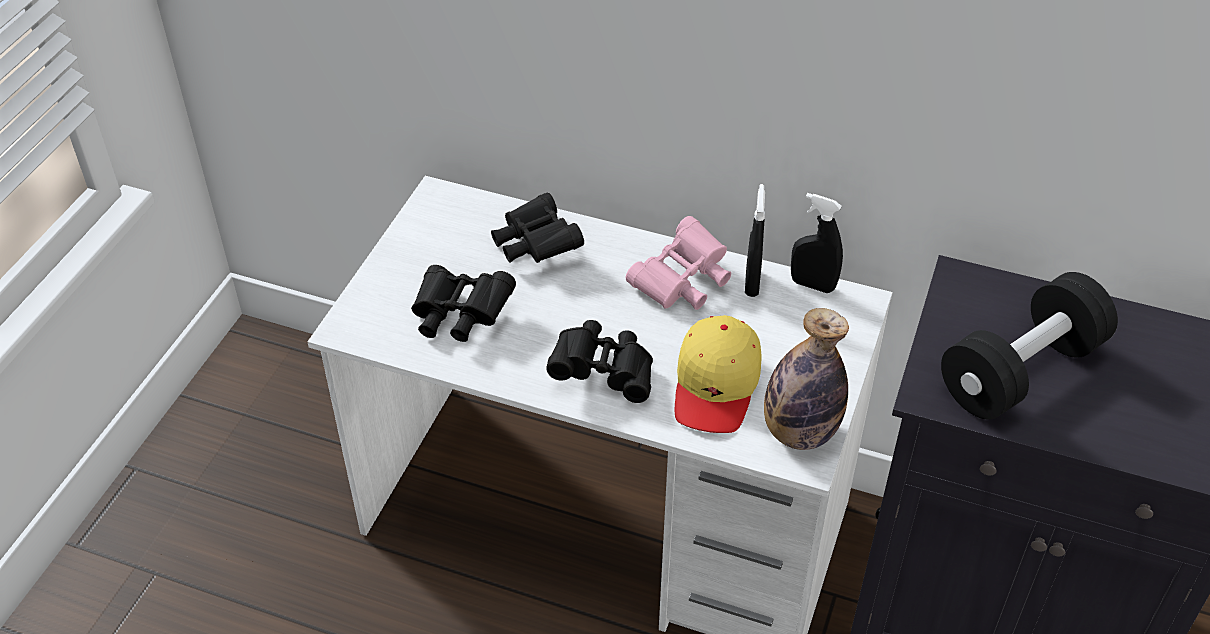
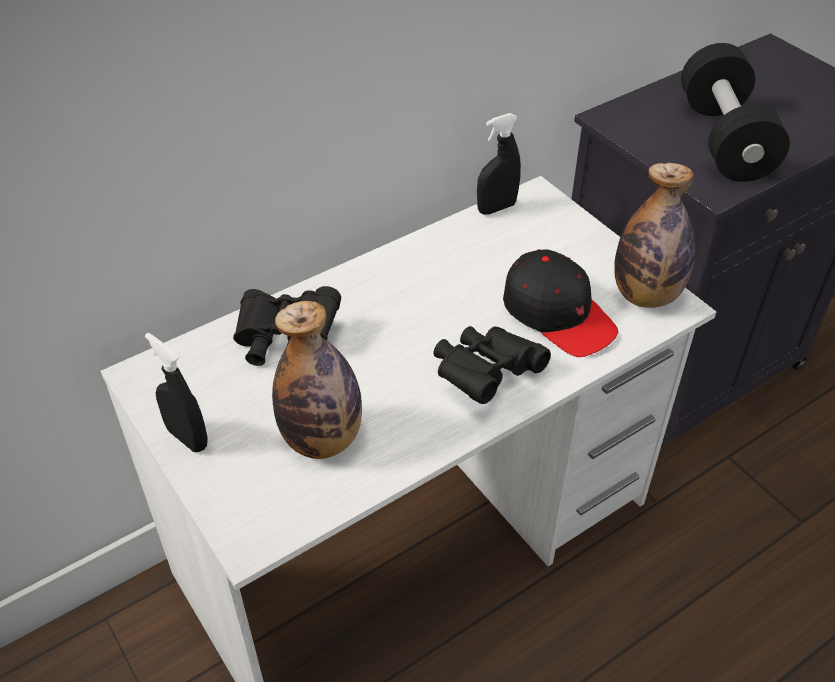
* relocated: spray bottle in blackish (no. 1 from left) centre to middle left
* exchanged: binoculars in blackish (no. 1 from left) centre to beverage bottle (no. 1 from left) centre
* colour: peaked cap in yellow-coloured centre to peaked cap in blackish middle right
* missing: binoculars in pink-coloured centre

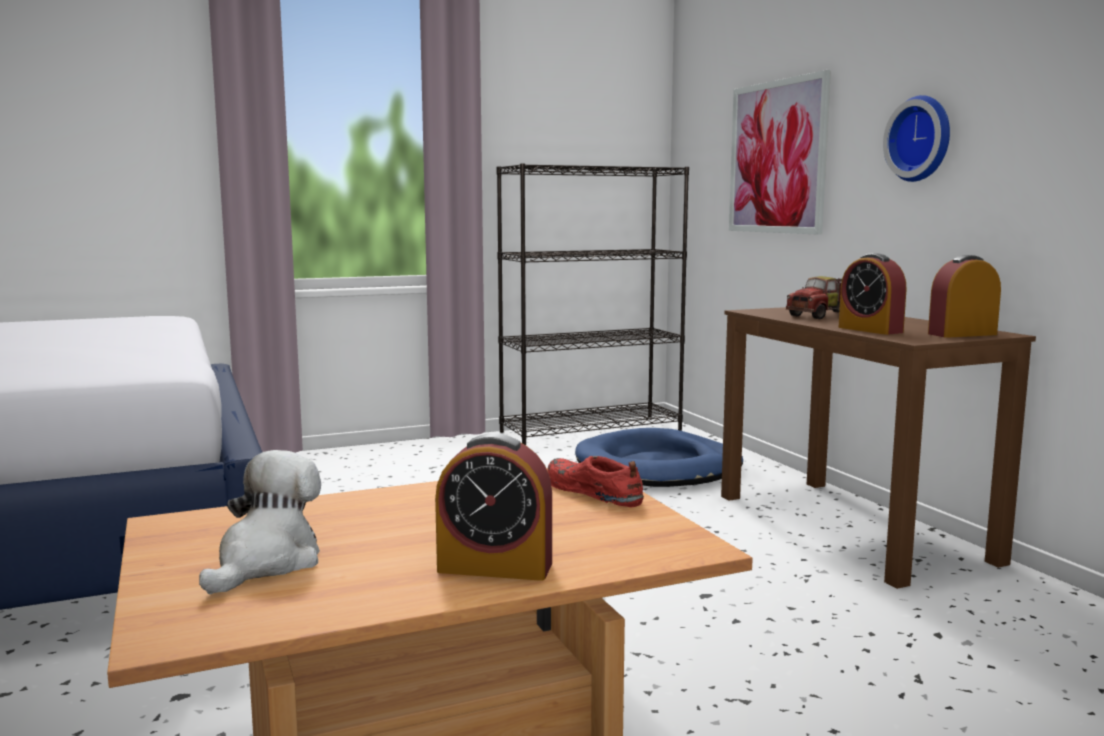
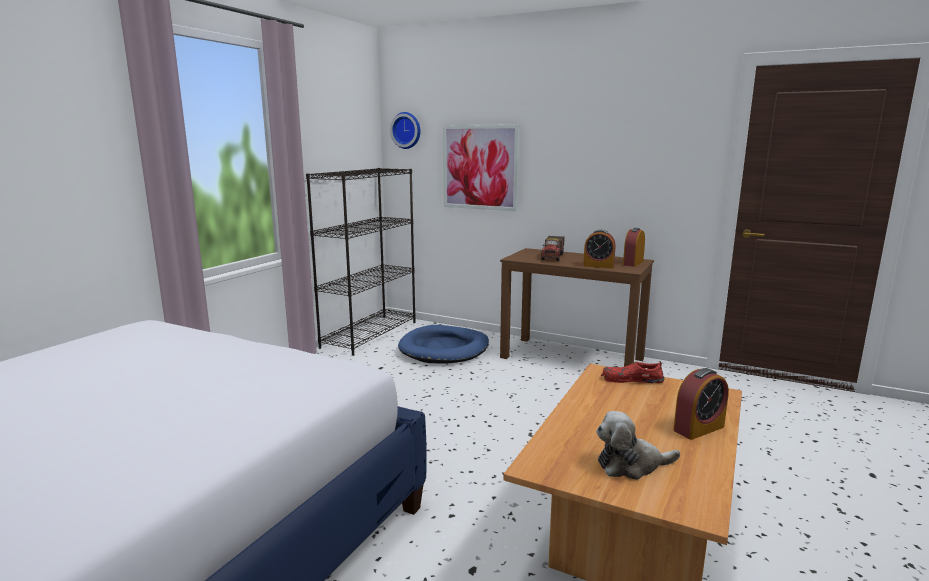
* relocated: wall clock top right to top centre
* spun: soft toy bottom left = bottom right 75 degrees counterclockwise

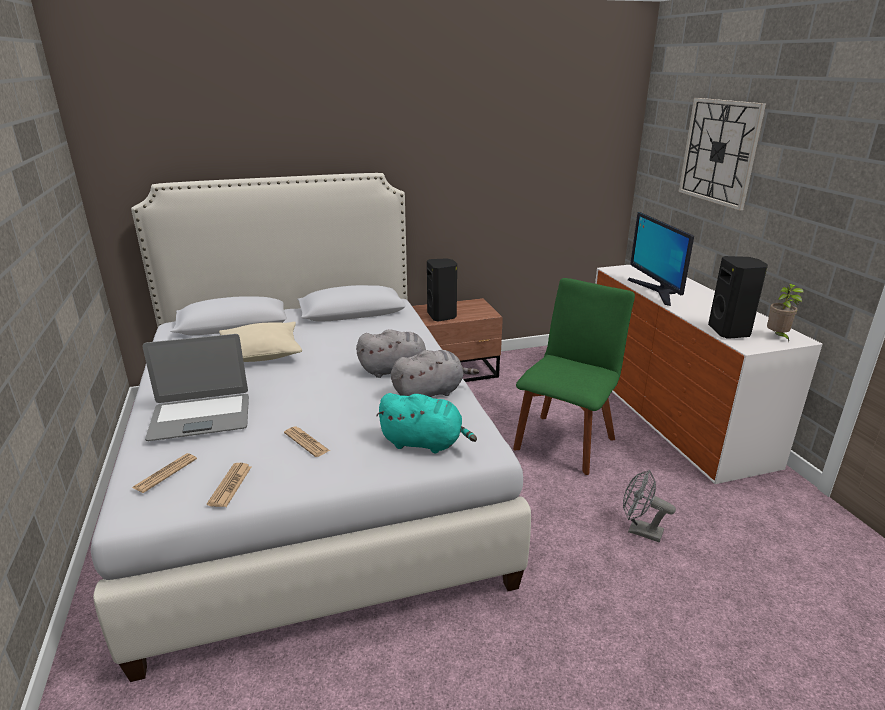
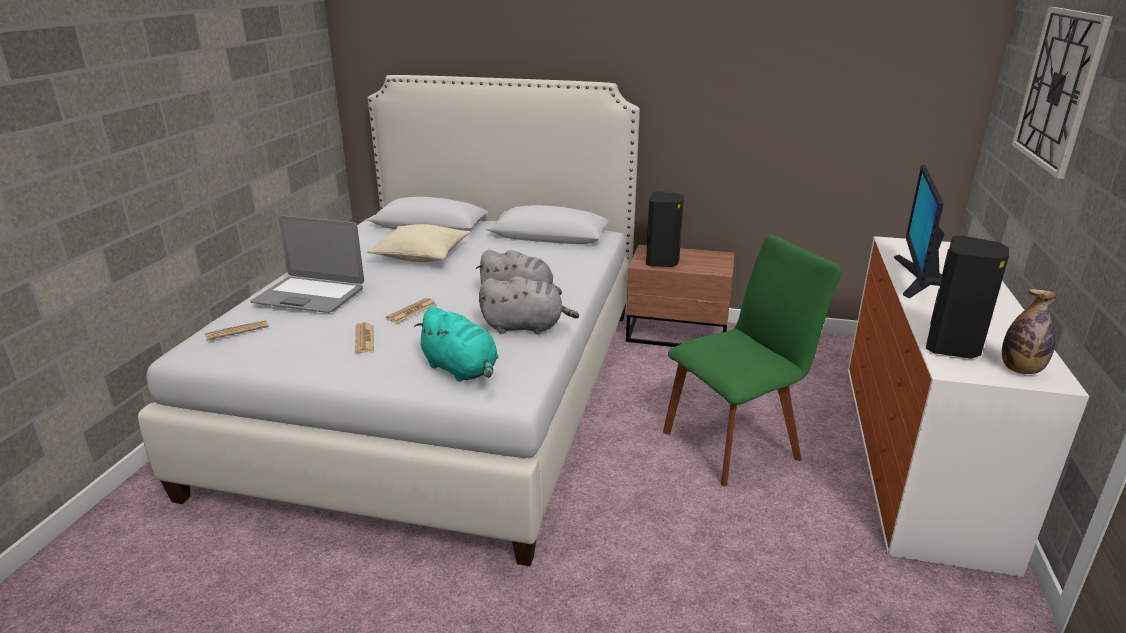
* relocated: daily paper (no. 2 from left in the first image) bottom left to daily paper (no. 3 from left) centre
* exchanged: plant in a pot middle right to beverage bottle middle right
* missing: cooling fan in greyish bottom right

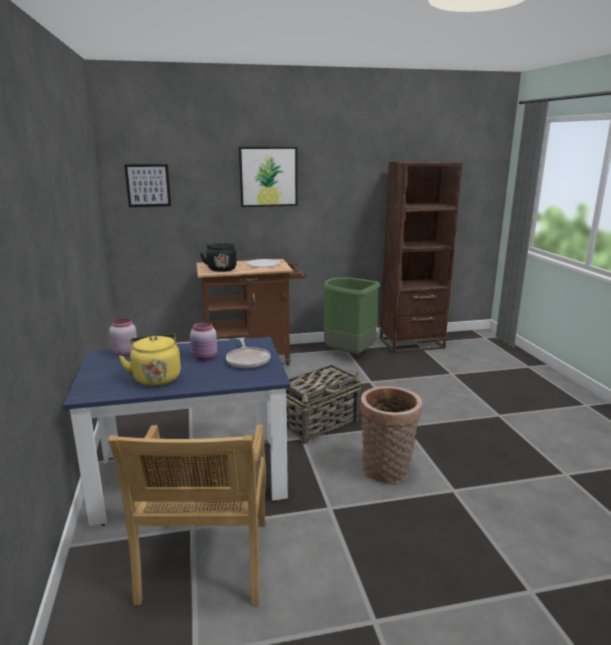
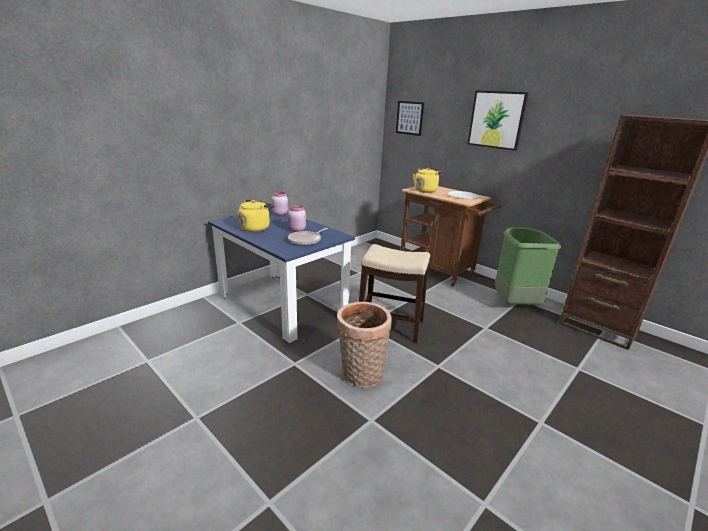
* exchanged: household basket (no. 1 from left) centre to stool seat centre
* colour: water kettle in blackish centre to water kettle in yellow-coloured (no. 2 from left) centre
* missing: plain chair in beige bottom left

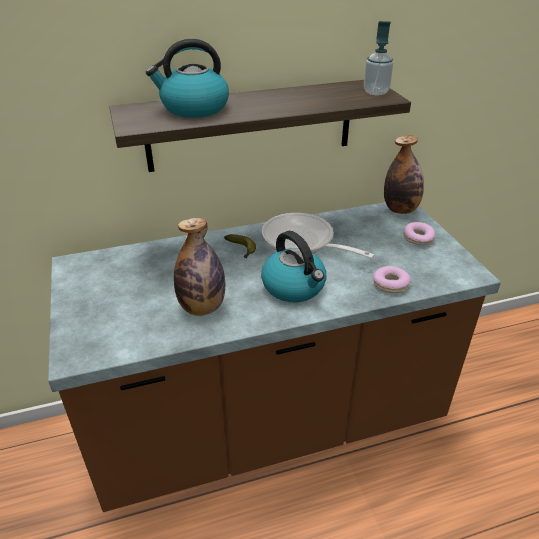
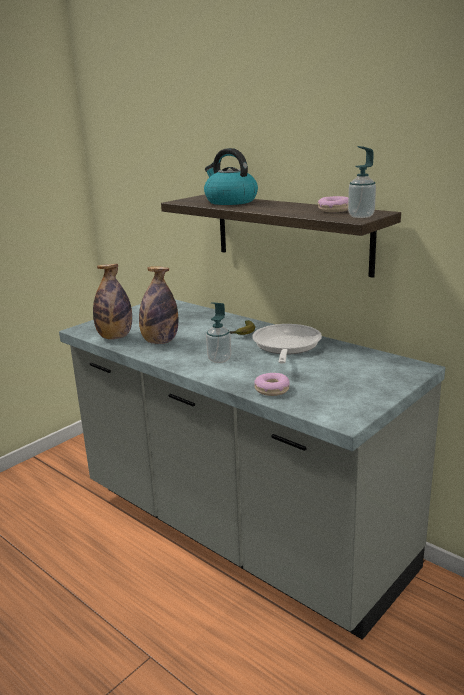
* colour: counter in brown-coloured centre to counter in greyish bottom centre
* relocated: beverage bottle (no. 2 from left in the first image) top right to beverage bottle (no. 1 from left) middle left
* exchanged: water kettle (no. 2 from left) centre to soap dispenser (no. 1 from left) centre
* relocated: donut (no. 2 from left) middle right to top right

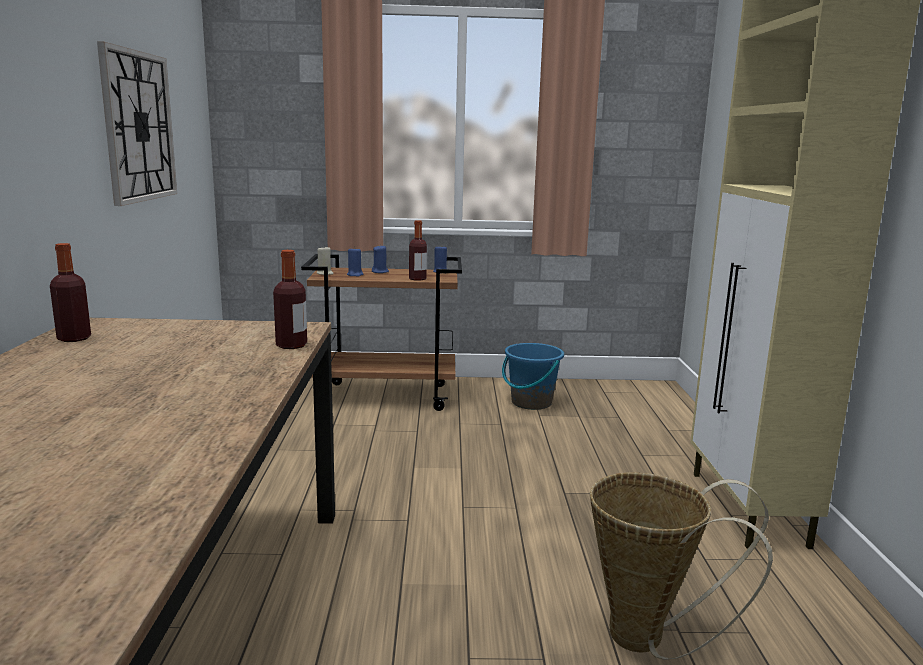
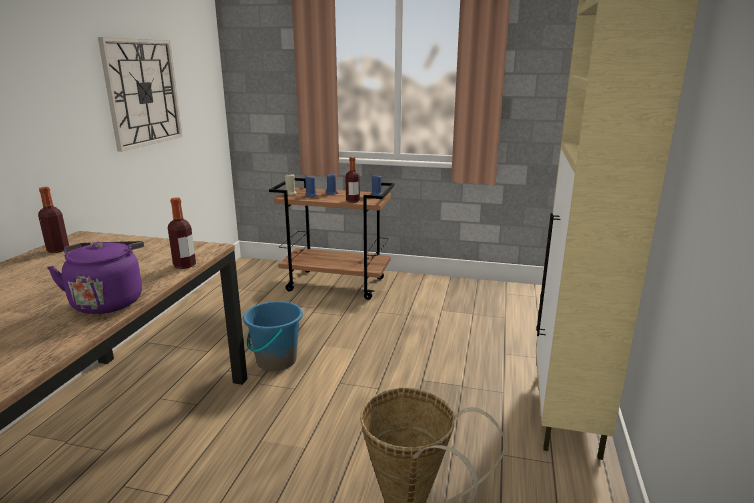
* appeared: water kettle in purplish middle left
* relocated: pail in blue centre to bottom centre

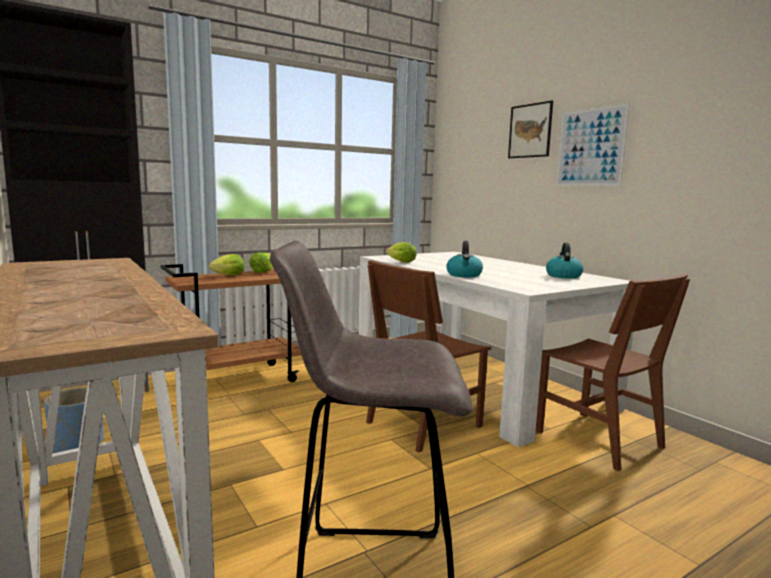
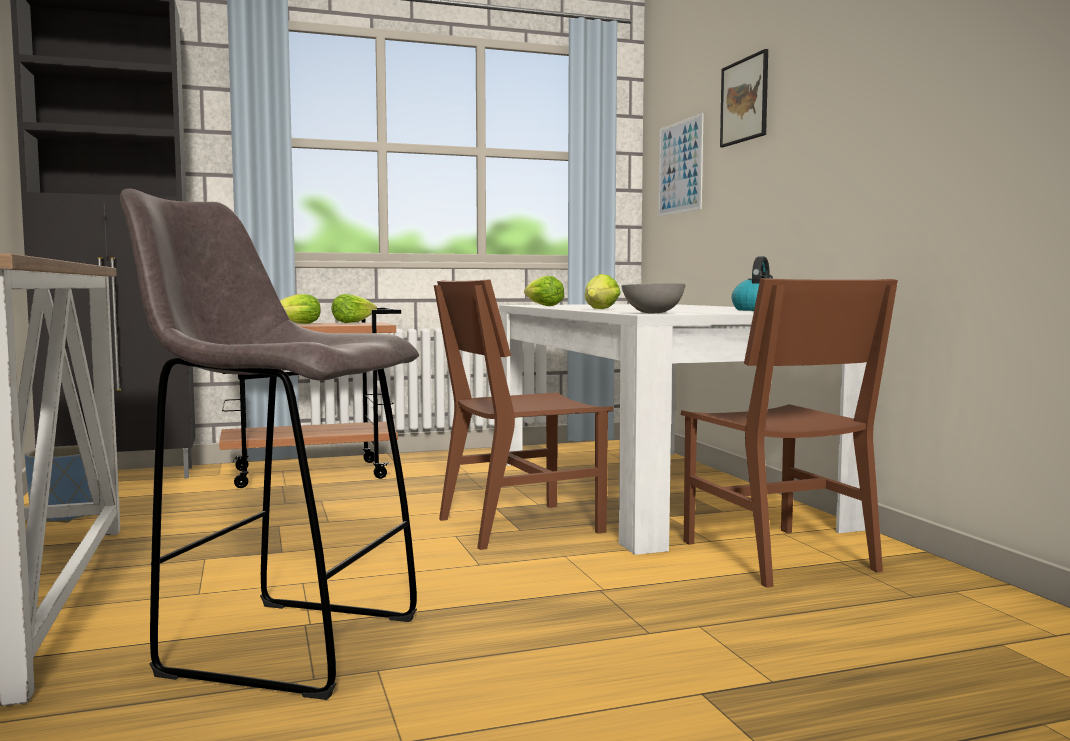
* exchanged: water kettle (no. 1 from left) centre to lettuce (no. 4 from left) centre
* appeared: serving bowl in greyish centre
* relocated: picture (no. 2 from left in the first image) top right to picture (no. 1 from left) top centre

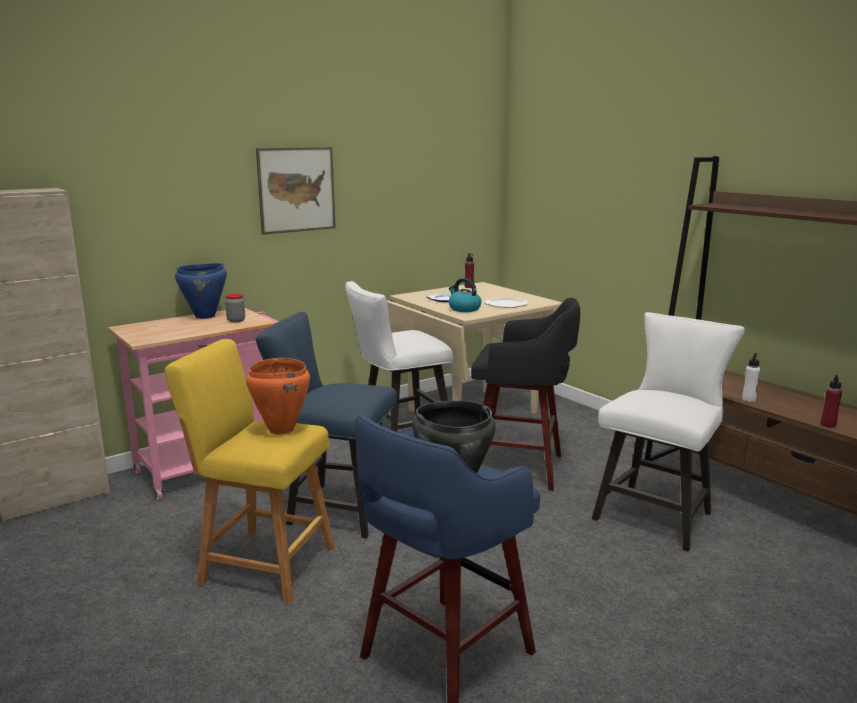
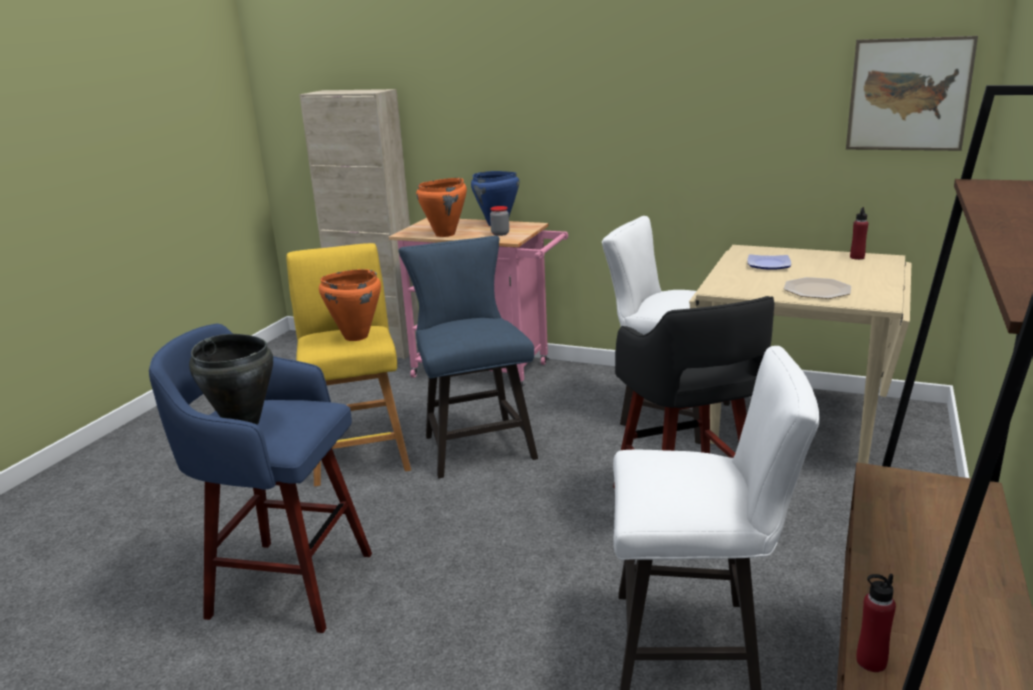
* appeared: saucepot in orange (no. 2 from left) top centre
* relocated: picture top centre to top right
* missing: water kettle centre
* missing: beverage bottle in whitish middle right

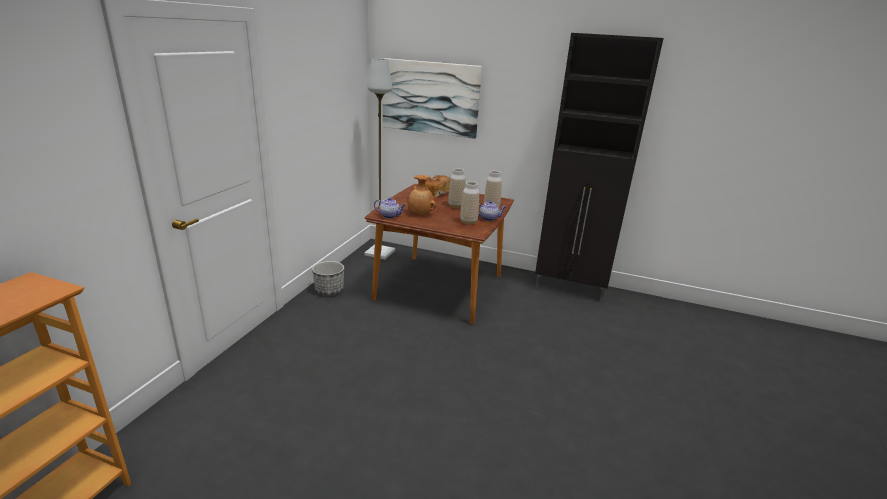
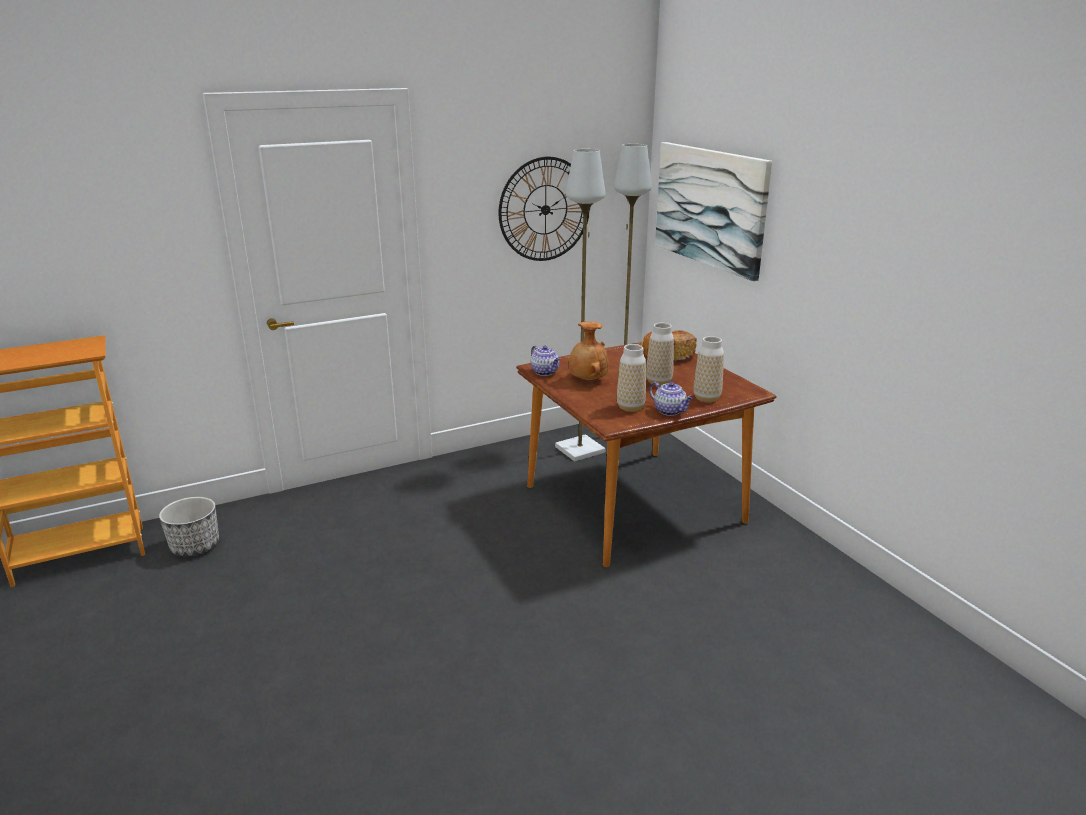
* relocated: flower pot centre to middle left
* appeared: wall clock top centre
* appeared: floor lamp in greyish (no. 1 from left) centre
* missing: cupboard in blackish middle right

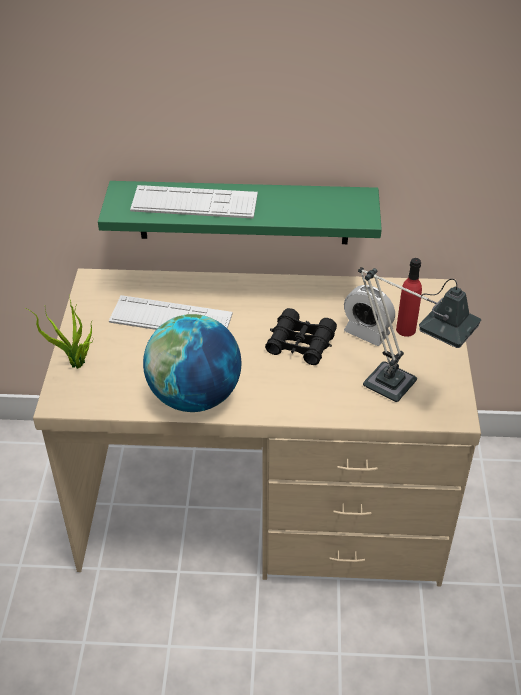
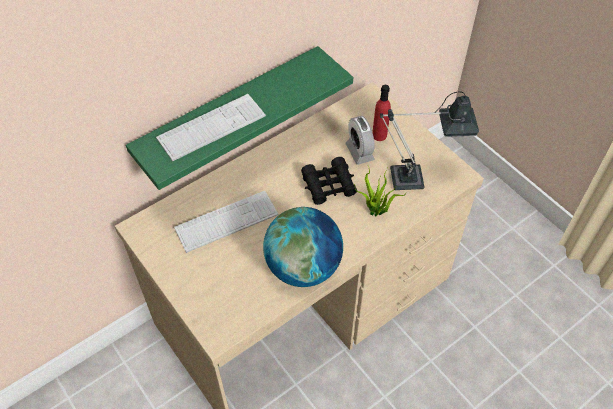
* spun: alarm clock middle right = centre 75 degrees clockwise
* relocated: plant in a pot middle left to centre

